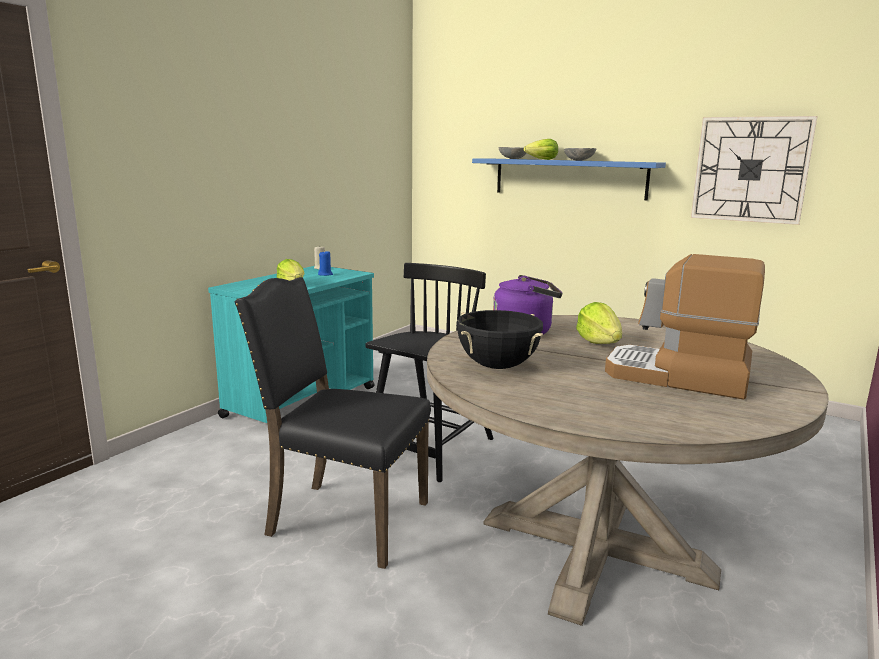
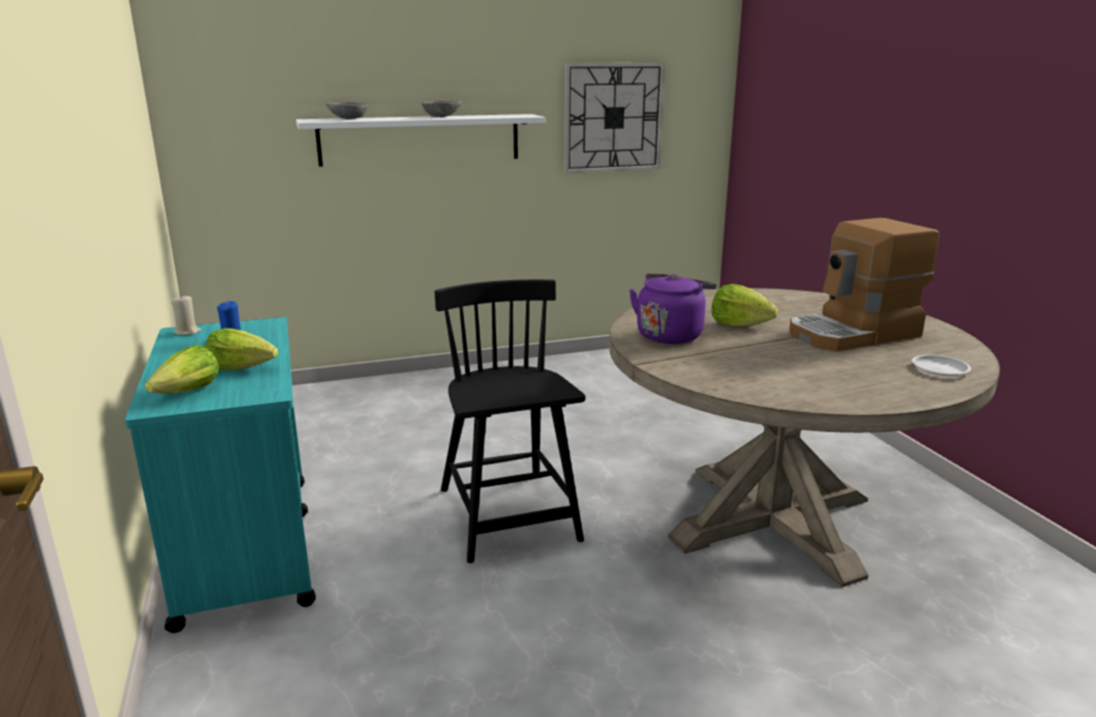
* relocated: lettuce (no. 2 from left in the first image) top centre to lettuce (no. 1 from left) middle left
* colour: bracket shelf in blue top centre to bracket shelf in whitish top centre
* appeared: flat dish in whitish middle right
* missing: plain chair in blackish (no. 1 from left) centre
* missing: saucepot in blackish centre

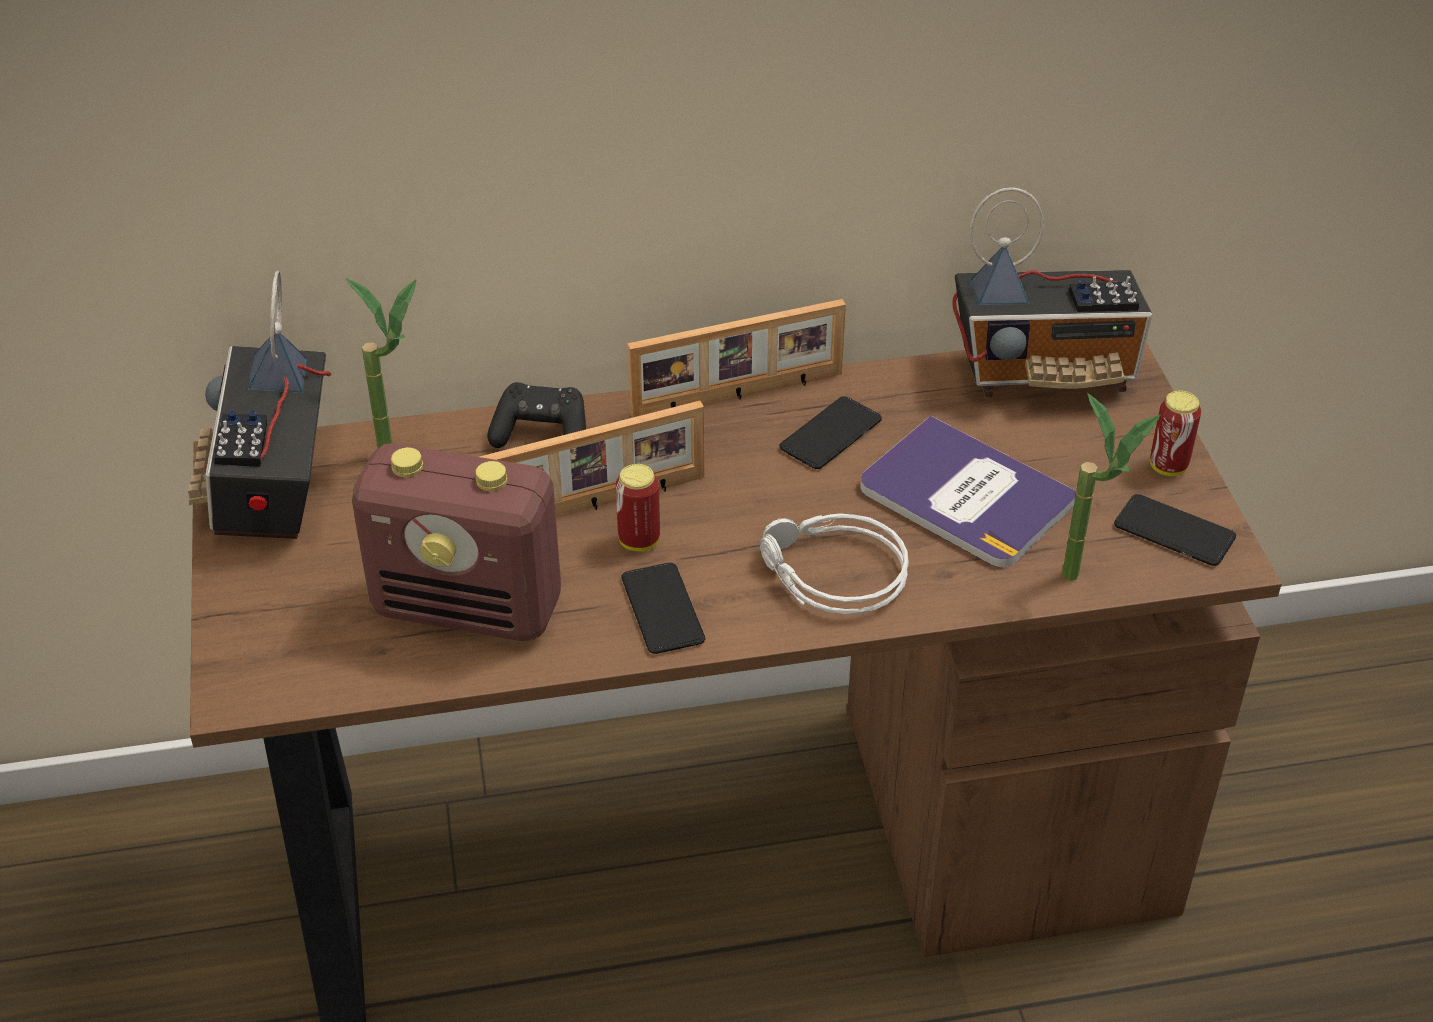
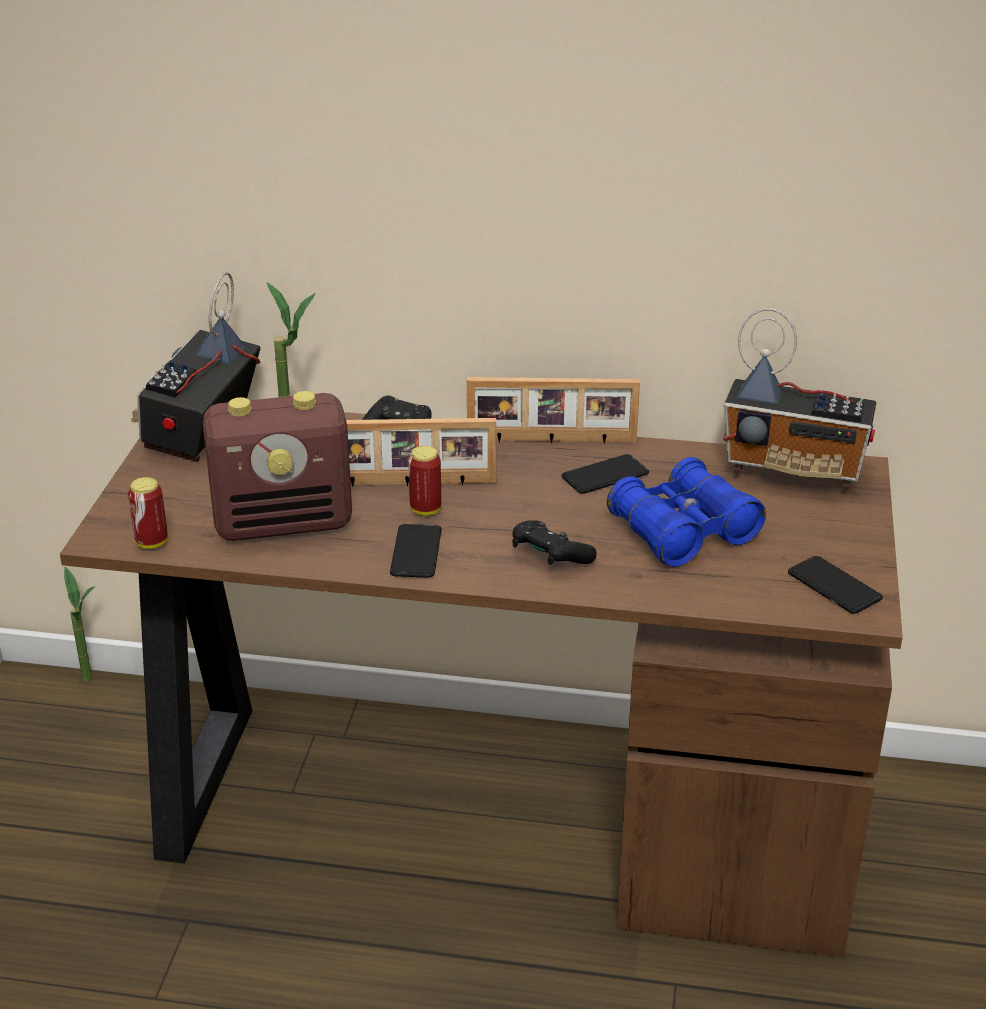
* relocated: plant in a pot (no. 2 from left in the first image) middle right to plant in a pot (no. 1 from left) middle left
* relocated: sealed can (no. 2 from left in the first image) middle right to sealed can (no. 1 from left) middle left
* spun: radio (no. 2 from left) middle left = middle left 45 degrees counterclockwise
* exchanged: headset in greyish centre to game controller in blackish (no. 2 from left) centre
* exchanged: book middle right to binoculars in blue middle right

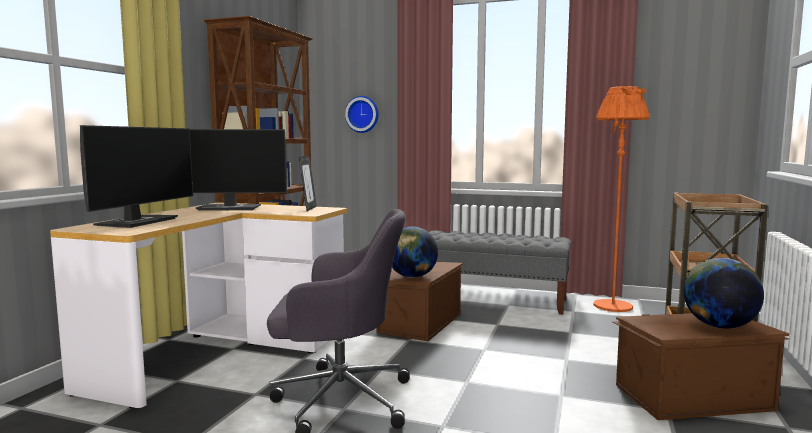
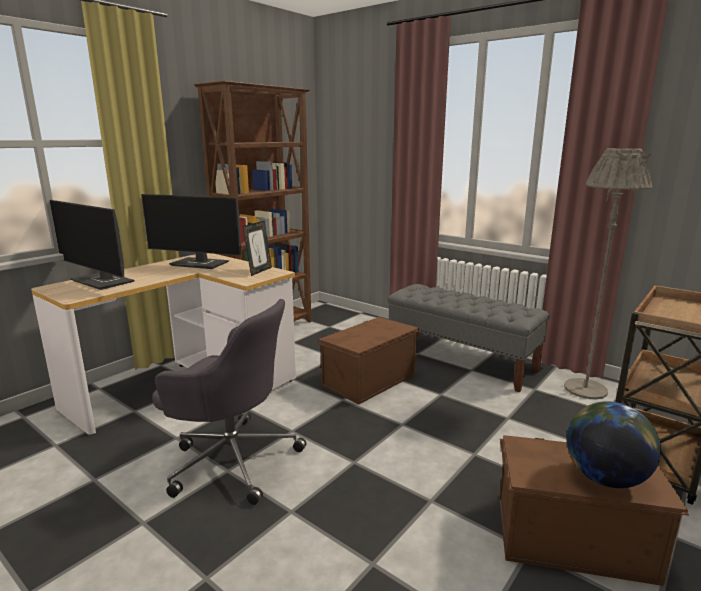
* spun: computer display (no. 1 from left) middle left = middle left 90 degrees clockwise
* colour: floor lamp in orange middle right to floor lamp in greyish middle right
* missing: wall clock top centre
* missing: world globe (no. 1 from left) centre

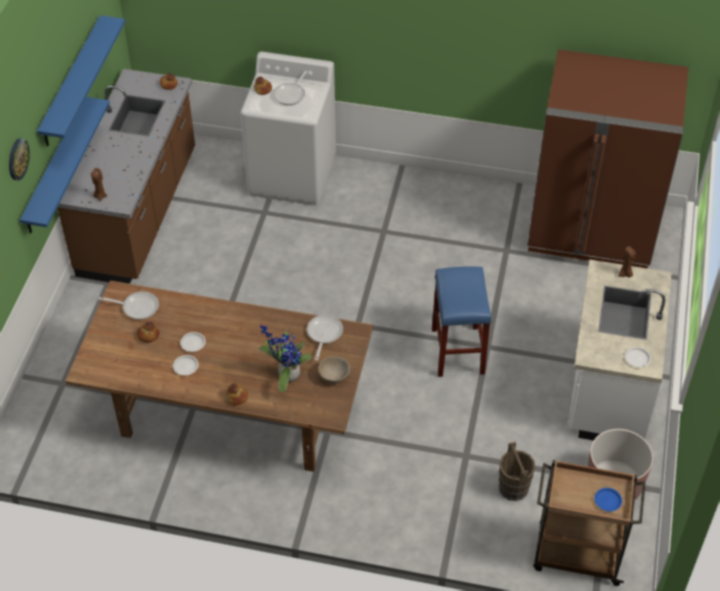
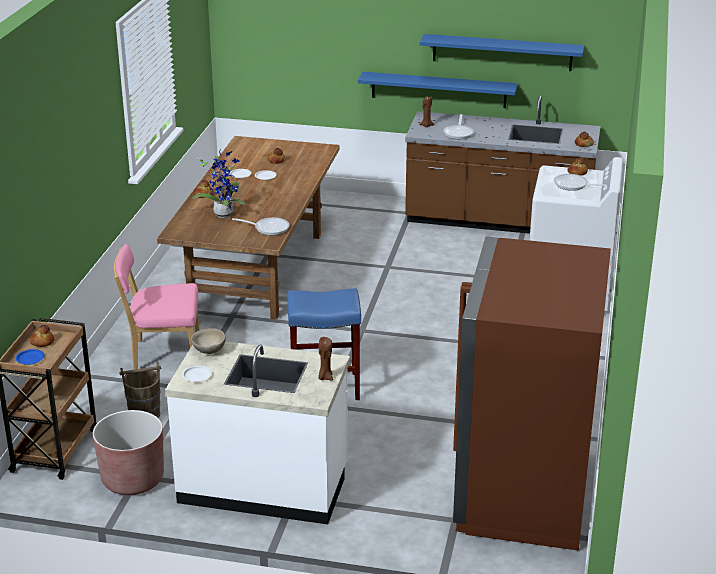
* appeared: baked bread (no. 1 from left) middle left
* appeared: plain chair in pink-coloured middle left
* relocated: serving bowl in beige centre to middle left
* relocated: pan (no. 1 from left in the first image) middle left to pan (no. 2 from left) top centre
* missing: wall clock top left

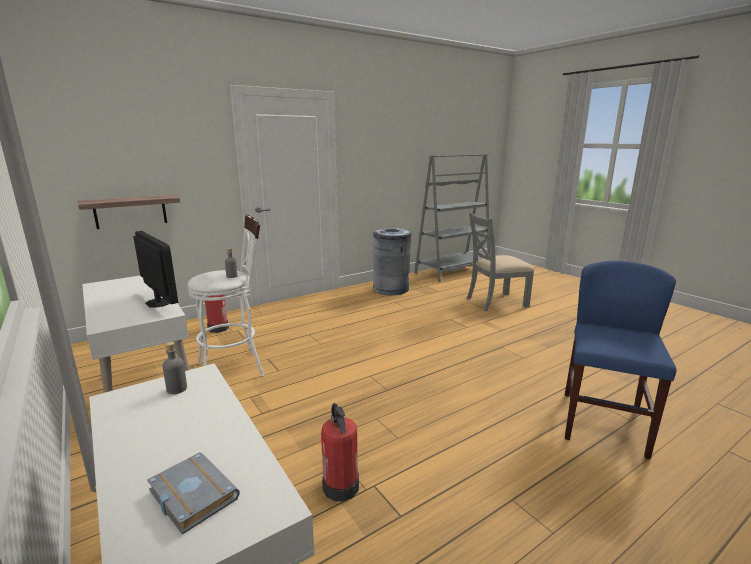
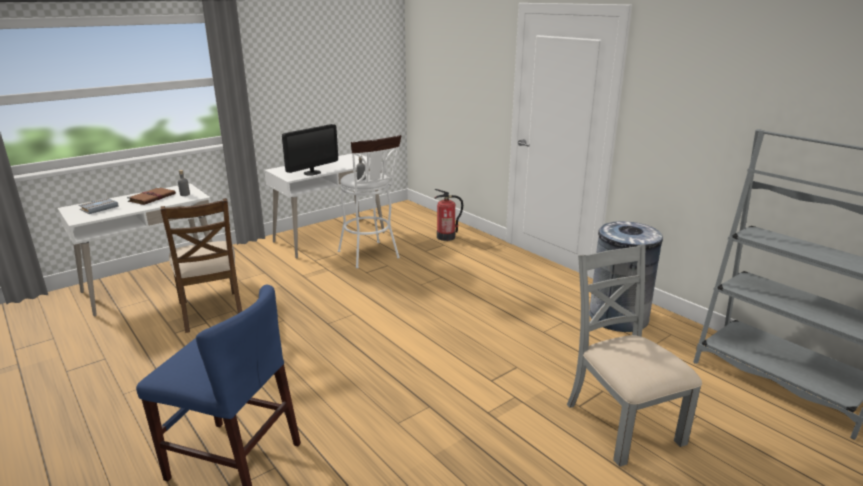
* appeared: book in brown-coloured middle left
* exchanged: extinguisher (no. 2 from left) bottom centre to plain chair in brown-coloured middle left
* missing: bracket shelf middle left

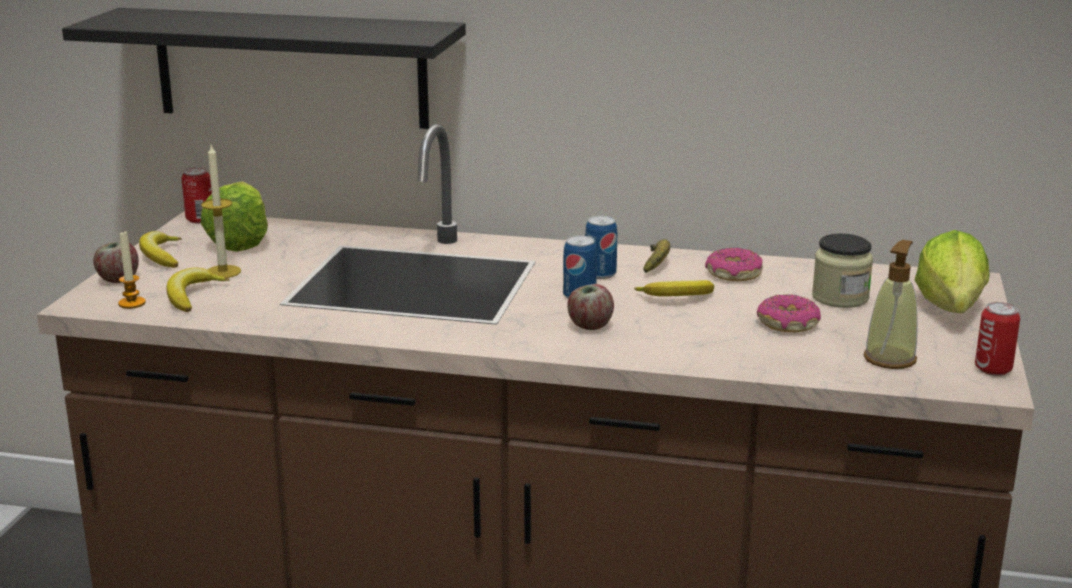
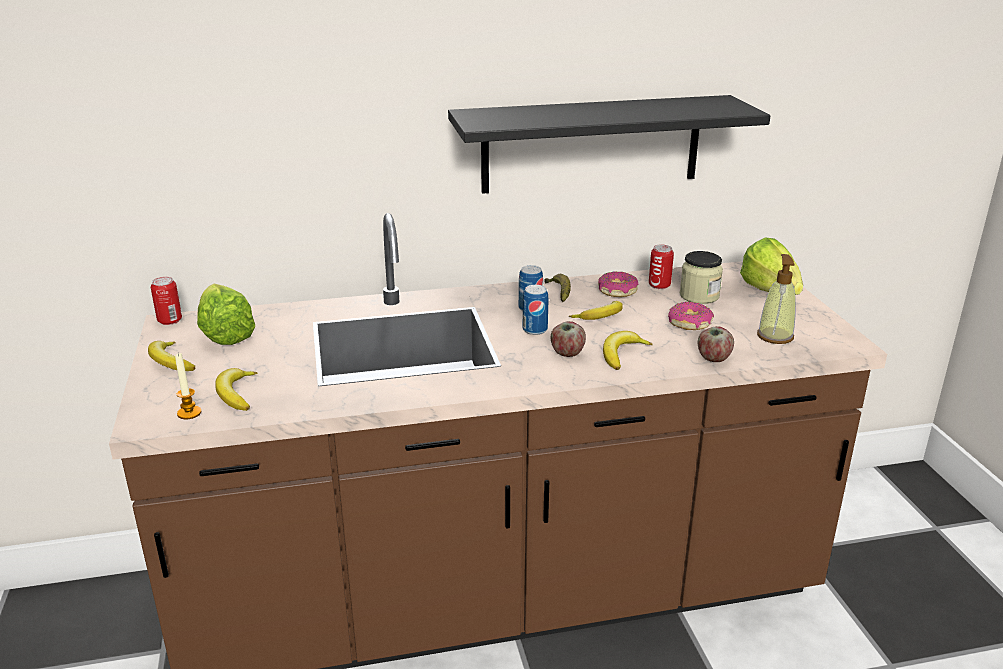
* relocated: bracket shelf in blackish top left to top centre
* appeared: banana (no. 5 from left) centre
* relocated: sealed can (no. 4 from left) middle right to centre
* relocated: apple (no. 1 from left in the first image) middle left to apple (no. 2 from left) middle right
* missing: wax light (no. 2 from left) middle left

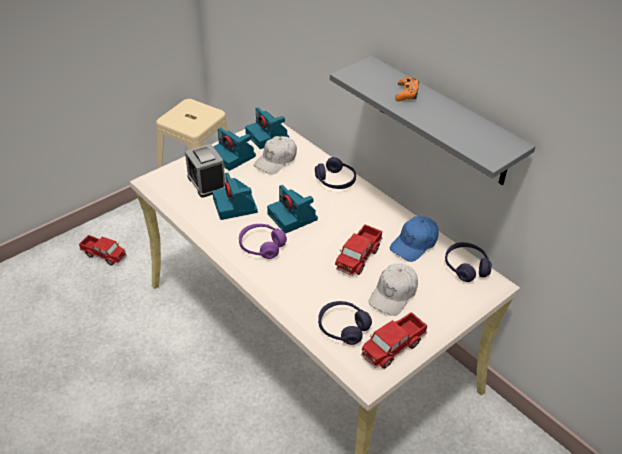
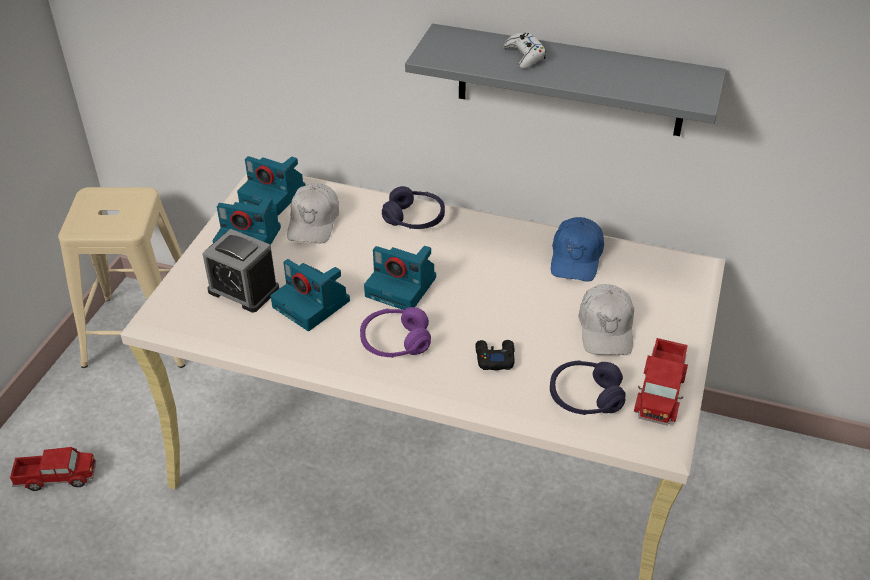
* appeared: game controller in blackish centre
* colour: game controller in orange top centre to game controller in whitish top centre
* missing: toy truck (no. 2 from left) centre
* missing: headset in purplish (no. 4 from left) middle right

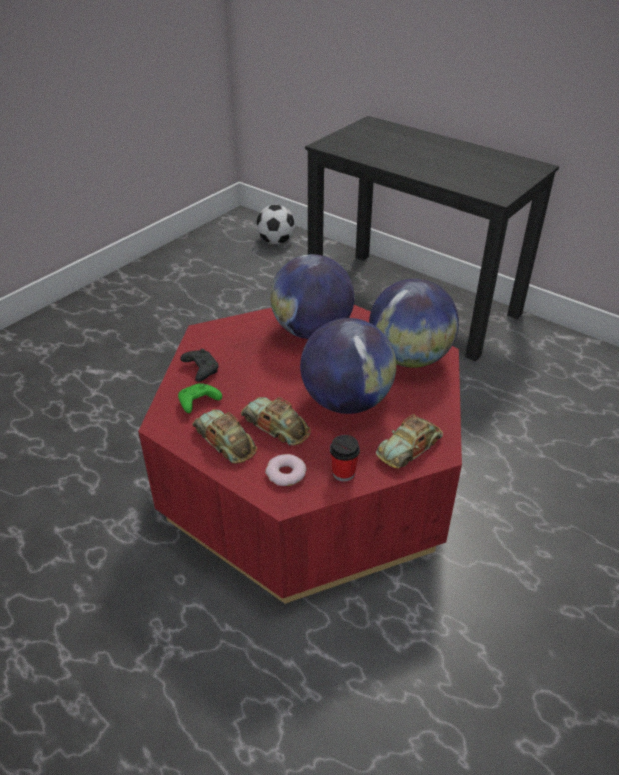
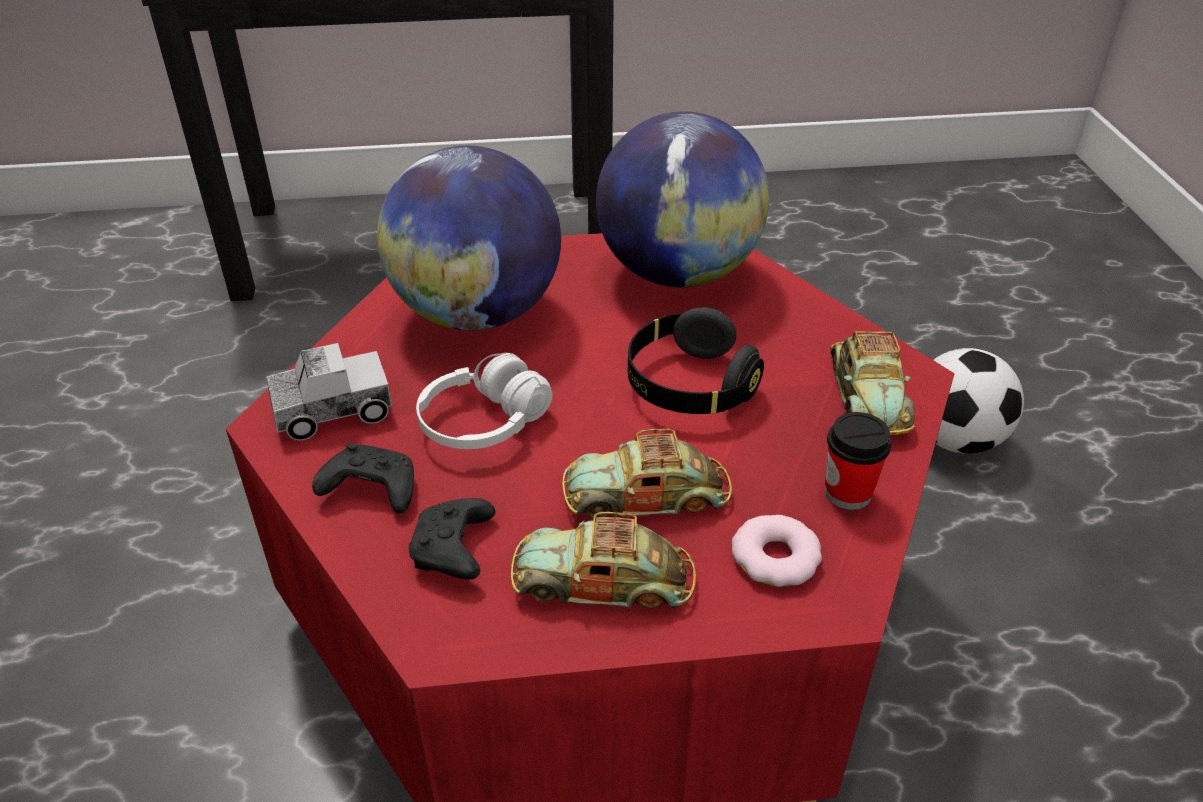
* appeared: toy truck middle left
* colour: game controller in greenish middle left to game controller in blackish (no. 2 from left) bottom centre
* appeared: headset in whitish centre
* exchanged: world globe (no. 2 from left) centre to headset in blackish centre
* relocated: football ball top centre to middle right

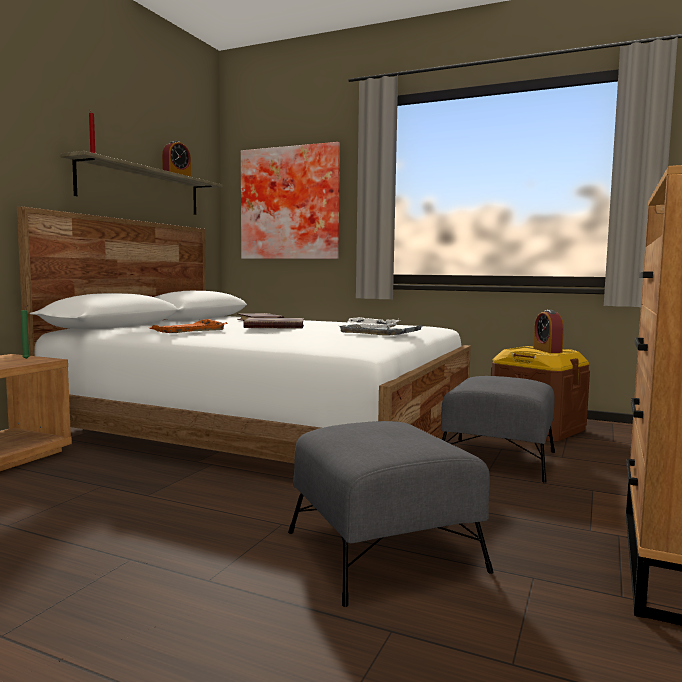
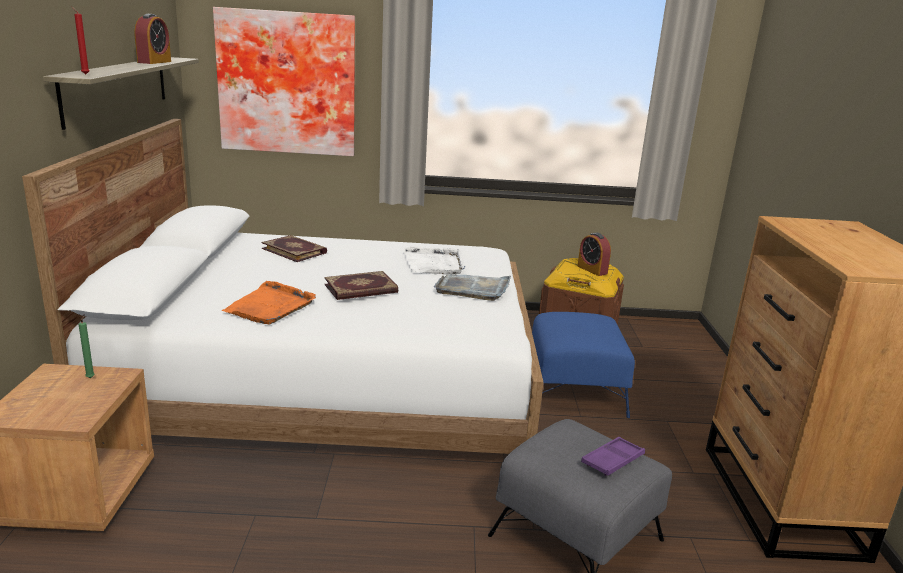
* colour: pouffe in greyish (no. 2 from left) middle right to pouffe in blue centre
* appeared: tray in purplish bottom right

